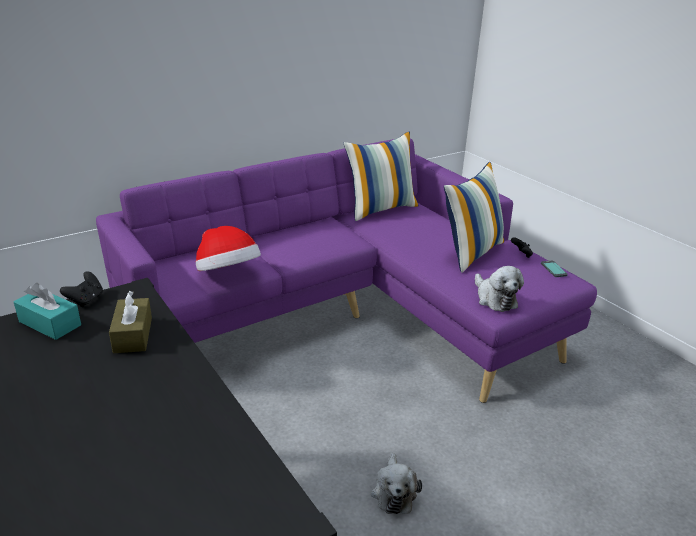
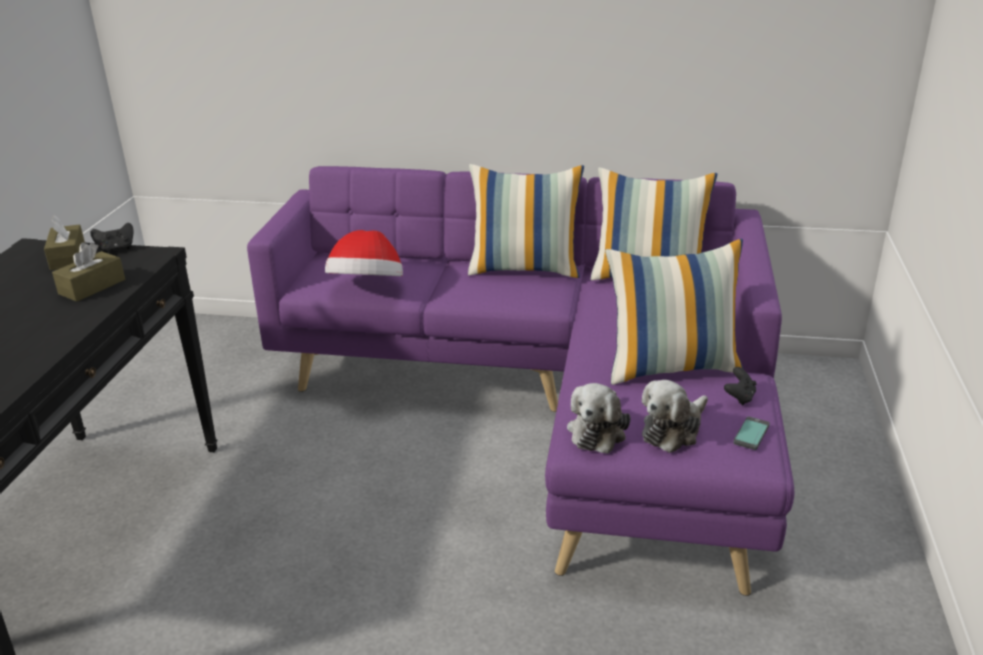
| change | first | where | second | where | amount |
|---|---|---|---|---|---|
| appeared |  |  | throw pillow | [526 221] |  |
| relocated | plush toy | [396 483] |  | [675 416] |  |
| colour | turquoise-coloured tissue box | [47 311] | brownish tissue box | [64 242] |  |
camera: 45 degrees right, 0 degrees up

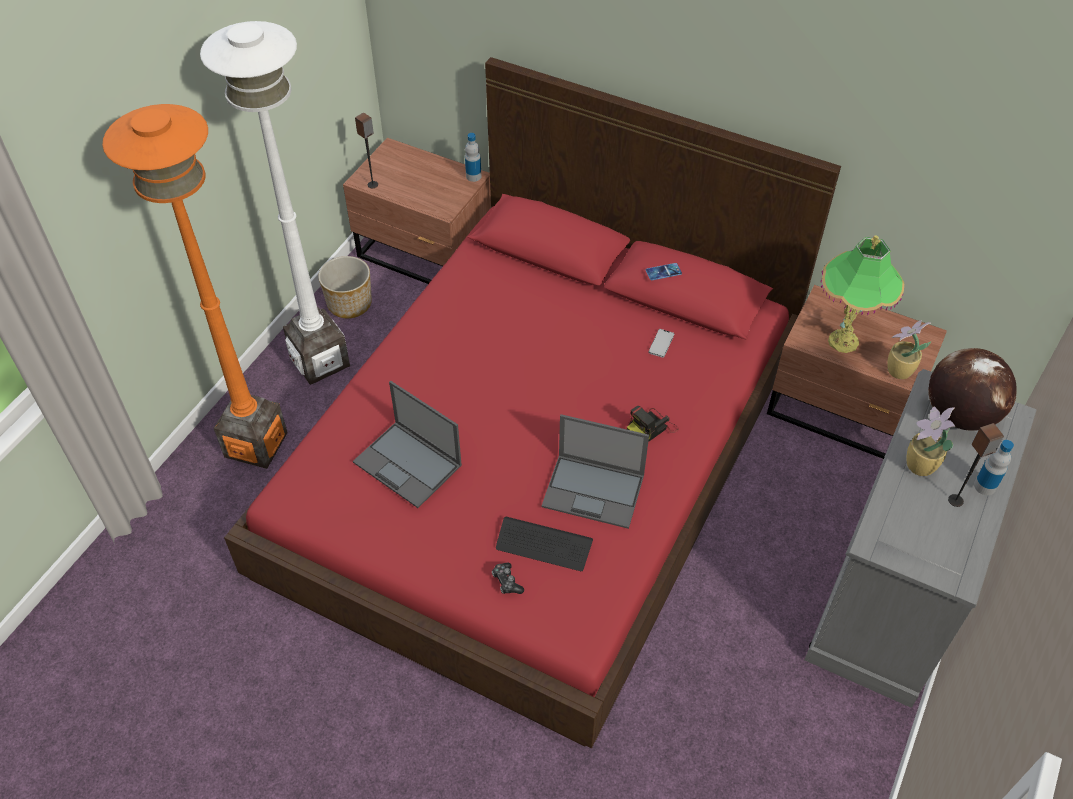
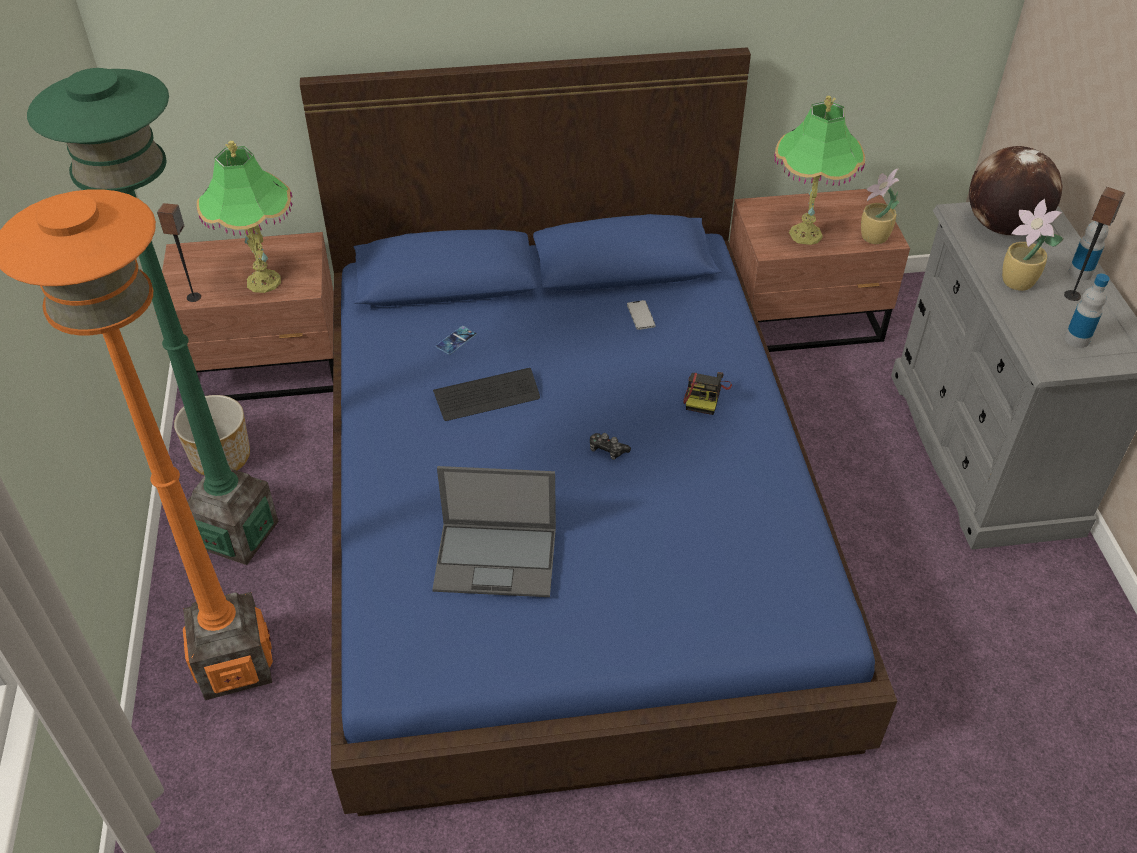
| change | first | where | second | where | amount |
|---|---|---|---|---|---|
| missing | notebook computer | [595 471] |  |  |  |
| appeared |  |  | table lamp | [245 217] |  |
| relocated | drink bottle | [473 157] |  | [1087 311] |  |
| relocated | gamepad | [508 578] |  | [610 446] |  |
| relocated | computer keyboard | [544 544] |  | [486 394] |  |
| relocated | telephone | [663 271] |  | [456 340] |  |
| colour | whitish standard lamp | [275 203] | green-coloured standard lamp | [153 316] |  |
| colour | red sleeping bed | [532 402] | blue-coloured sleeping bed | [598 431] |  |
camera: 35 degrees left, 5 degrees down

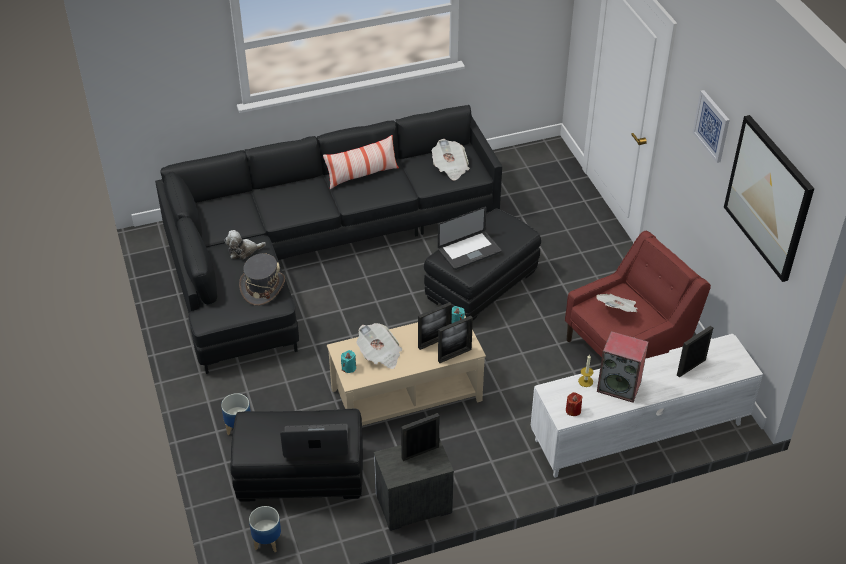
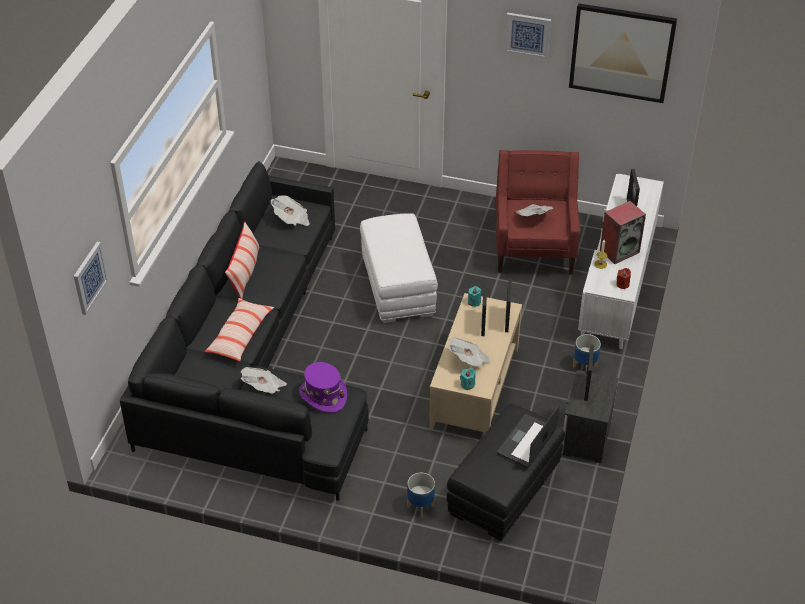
| change | first | where | second | where | amount |
|---|---|---|---|---|---|
| missing | notebook computer | [470 238] |  |  |  |
| appeared |  |  | picture | [91 278] |  |
| appeared |  |  | throw pillow | [239 330] |  |
| relocated | planter | [265 529] |  | [587 353] |  |
| exchanged | plush toy | [245 244] | newspaper | [264 380] |  |
| colour | gray wearable hat | [262 279] | purplish wearable hat | [323 387] |  |
| colour | black footrest | [482 264] | whitish footrest | [399 268] |  |
camera: 55 degrees left, 0 degrees up

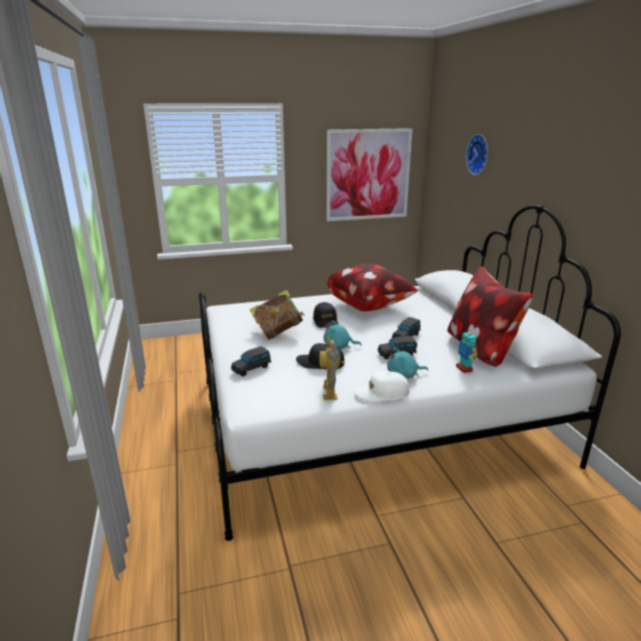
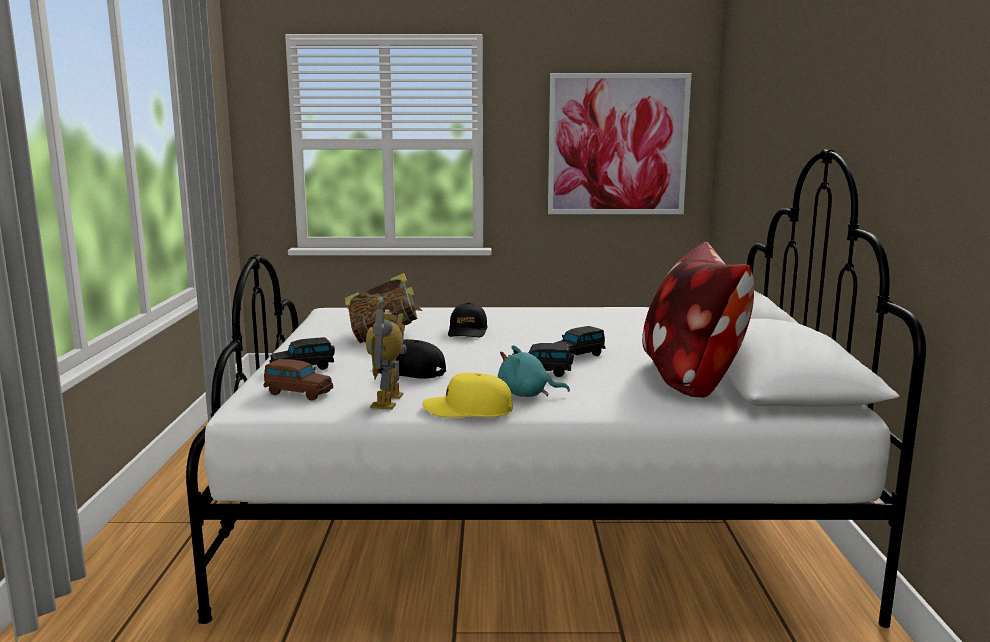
| change | first | where | second | where | amount |
|---|---|---|---|---|---|
| missing | turquoise-coloured plush toy | [343 334] |  |  |  |
| missing | throw pillow | [372 287] |  |  |  |
| missing | robot figure | [466 350] |  |  |  |
| missing | clock on the wall | [477 154] |  |  |  |
| appeared |  |  | brownish toy car | [298 379] |  |
| colour | whitish cap | [382 386] | yellow-coloured cap | [467 395] |  |
camera: 15 degrees right, 10 degrees down

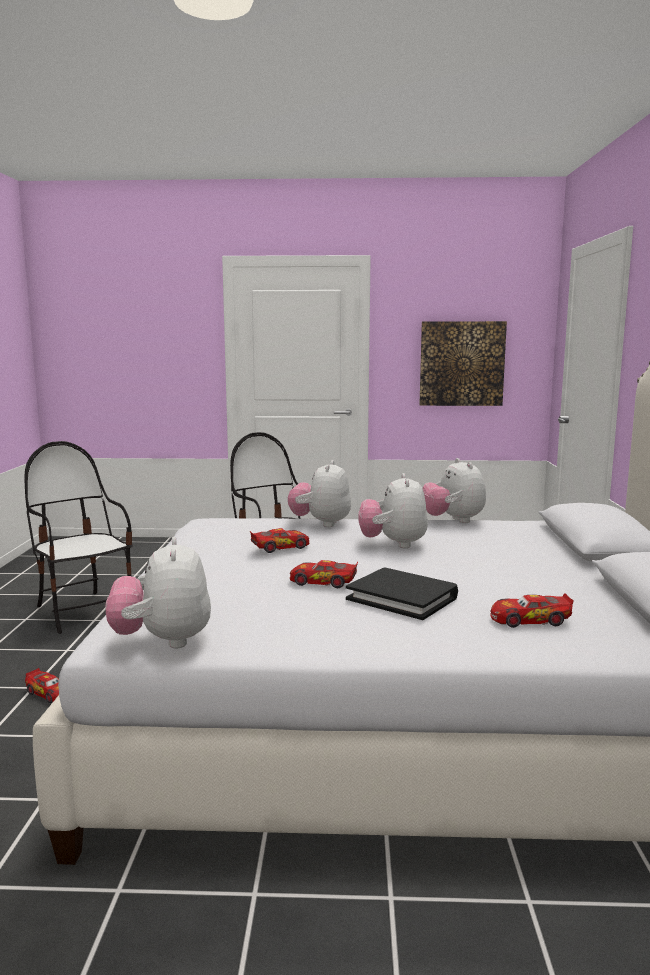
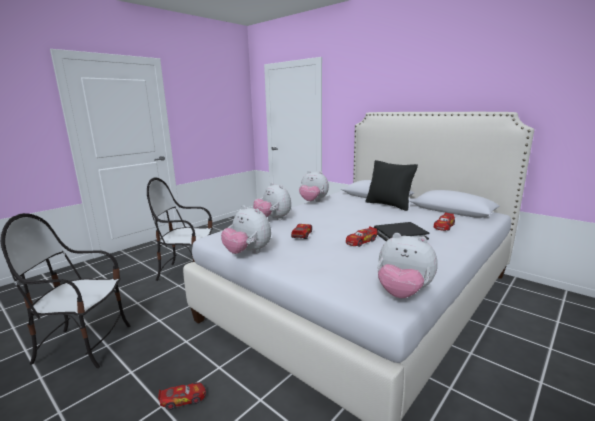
| change | first | where | second | where | amount |
|---|---|---|---|---|---|
| missing | picture | [463 363] |  |  |  |
| appeared |  |  | black throw pillow | [391 185] |  |
| relocated | plush toy | [393 510] |  | [246 229] |  |
camera: 50 degrees left, 5 degrees up

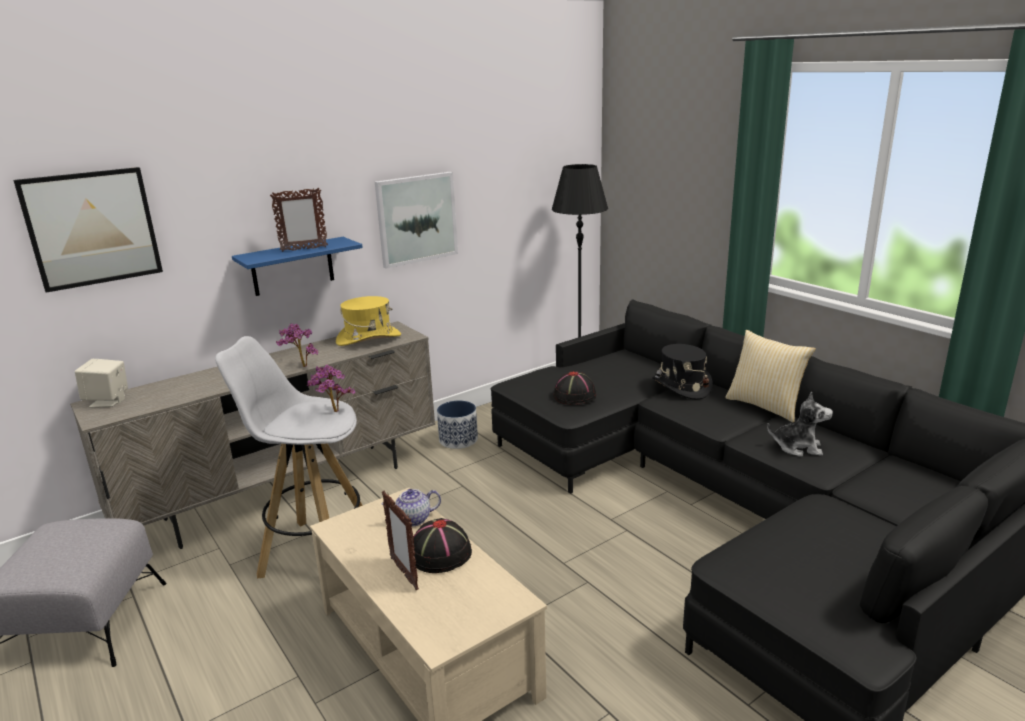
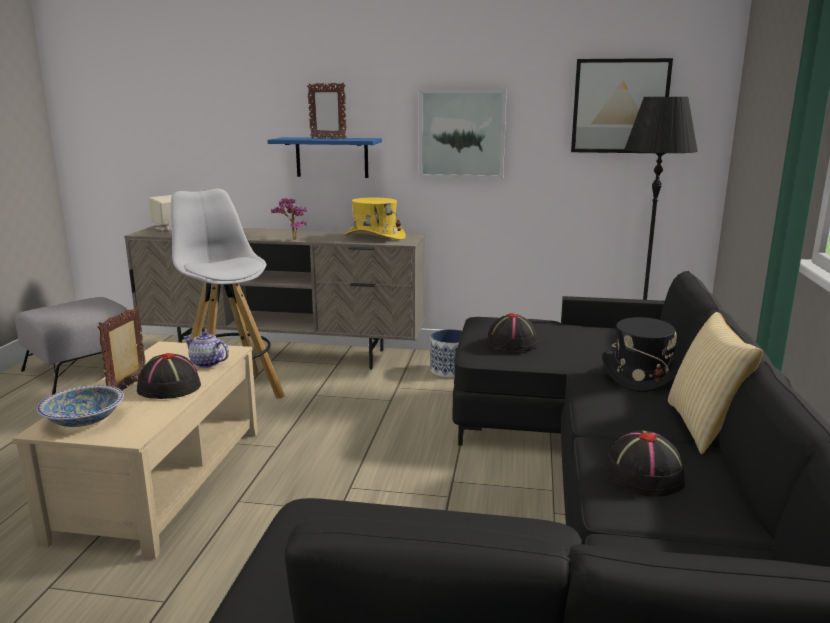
| change | first | where | second | where | amount |
|---|---|---|---|---|---|
| missing | plant in a pot | [331 388] |  |  |  |
| appeared |  |  | serving bowl | [80 406] |  |
| relocated | picture | [88 230] |  | [622 105] |  |
| exchanged | plush toy | [800 424] | black wearable hat | [644 463] |  |
camera: 45 degrees right, 5 degrees down

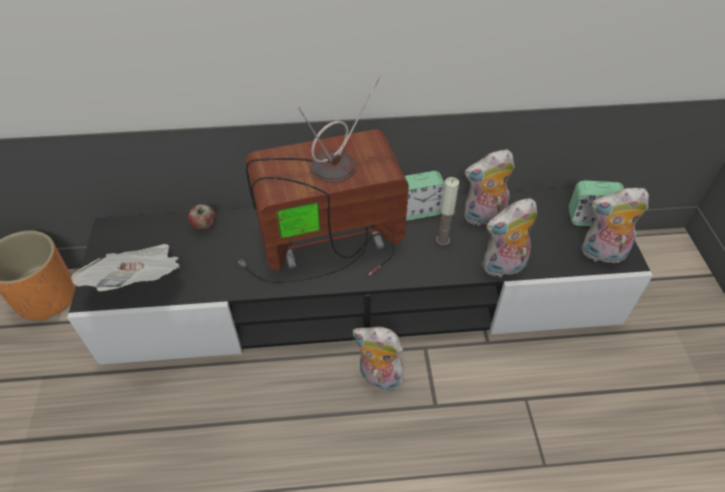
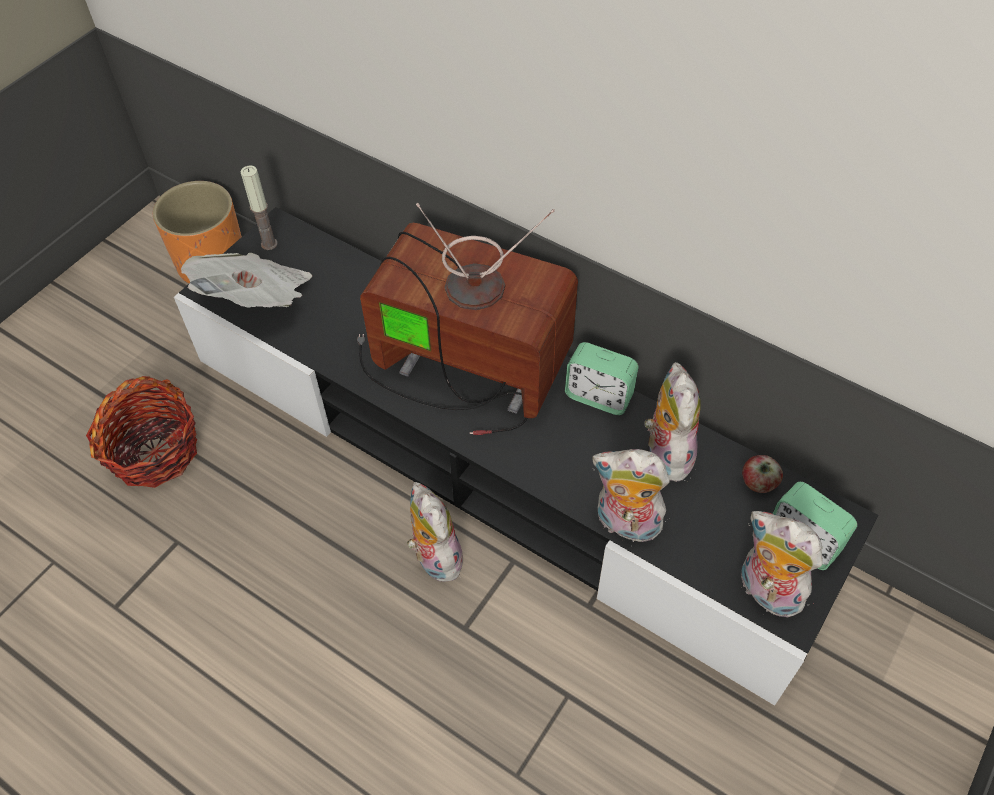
| change | first | where | second | where | amount |
|---|---|---|---|---|---|
| appeared |  |  | storage basket | [141 432] |  |
| relocated | apple fruit | [202 217] |  | [762 474] |  |
| relocated | wax light | [447 211] |  | [259 208] |  |
| spun | plush toy | [489 187] |  | [673 422] | 60 degrees clockwise |
camera: 40 degrees right, 5 degrees up

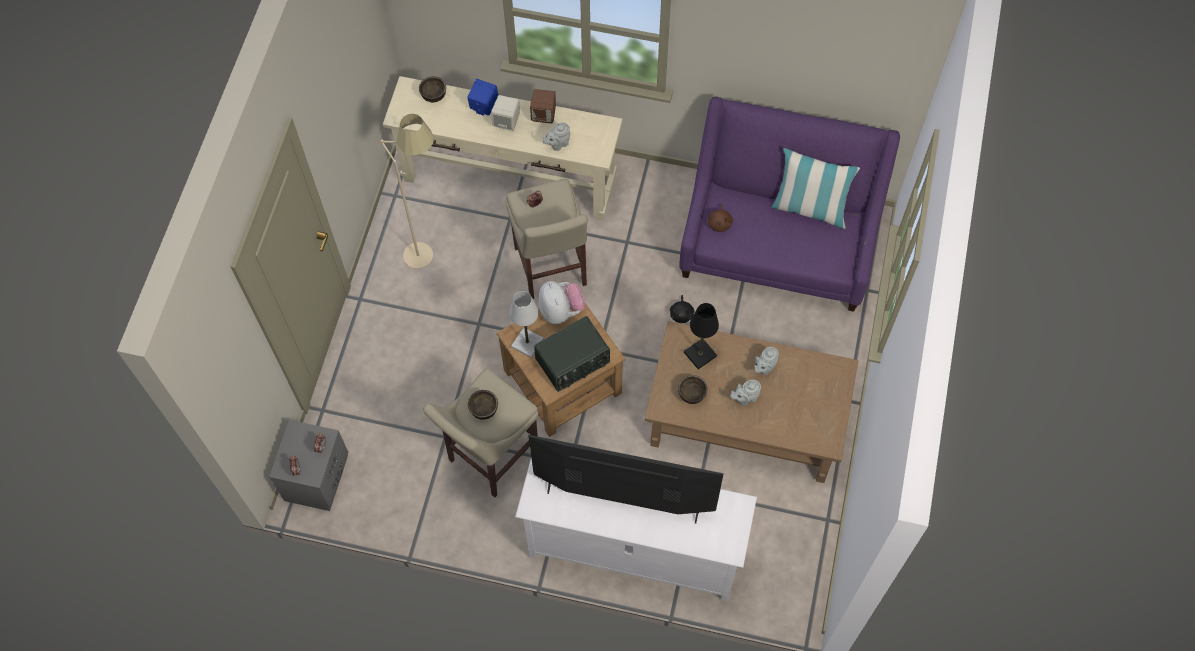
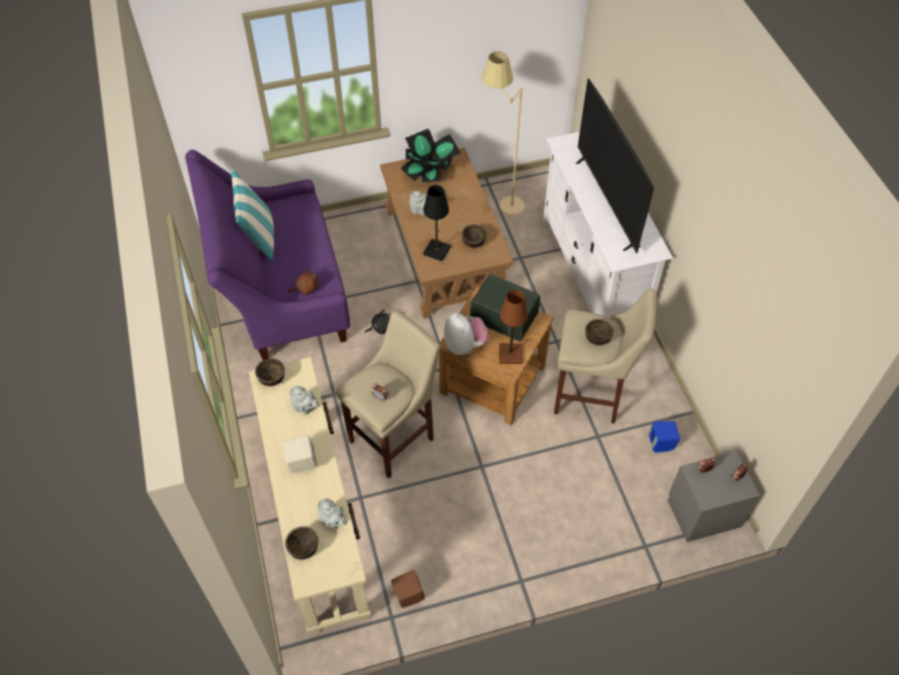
| change | first | where | second | where | amount |
|---|---|---|---|---|---|
| appeared |  |  | brownish serving bowl | [270 372] |  |
| appeared |  |  | plant in a pot | [431 156] |  |
| relocated | sand-coloured standard lamp | [407 191] |  | [503 133] |  |
| relocated | blue-coloured speaker | [482 97] |  | [664 437] |  |
| relocated | brownish speaker | [543 106] |  | [408 589] |  |
| relocated | gray pot for tea | [745 393] |  | [332 514] |  |
| colour | whitish table lamp | [526 324] | brownish table lamp | [513 327] |  |
| spun | plush toy | [562 302] |  | [466 334] | 120 degrees clockwise |
camera: 120 degrees left, 10 degrees down

